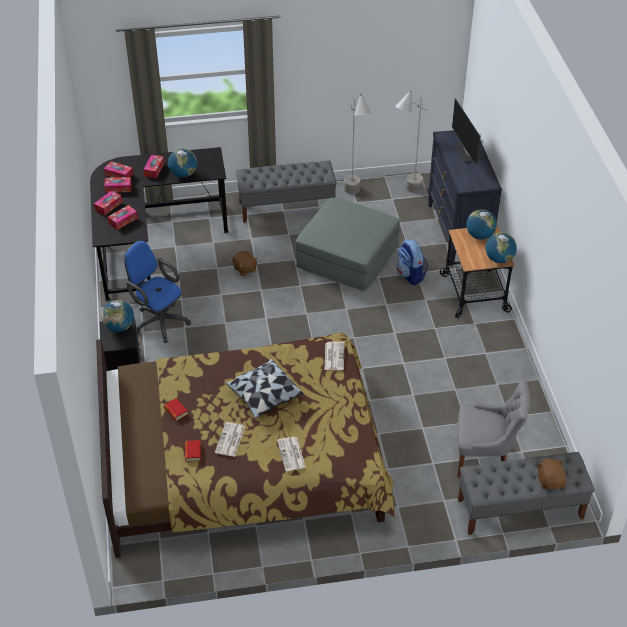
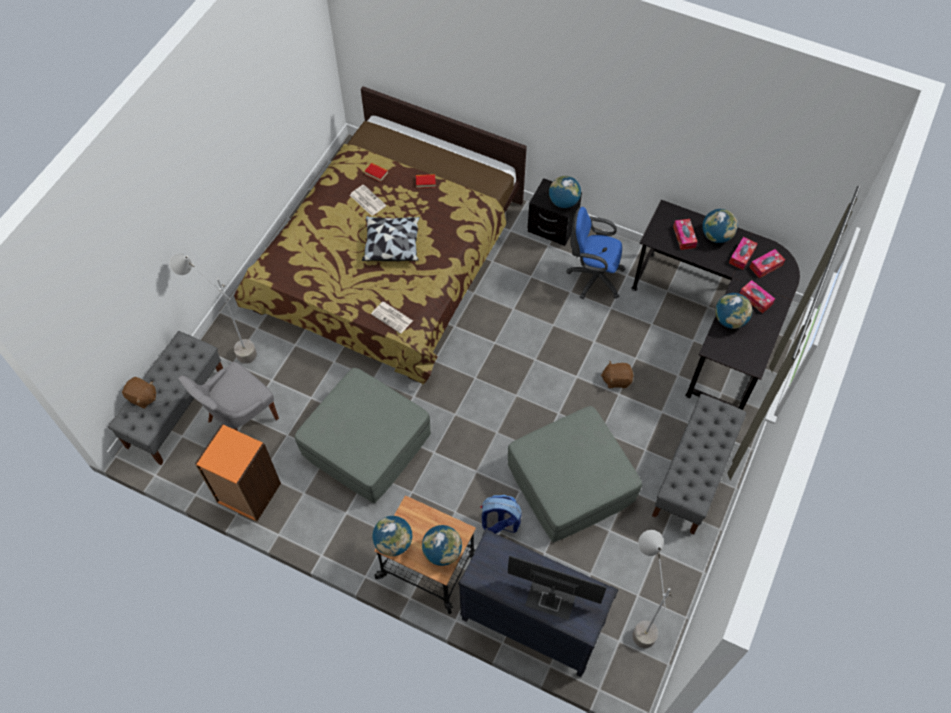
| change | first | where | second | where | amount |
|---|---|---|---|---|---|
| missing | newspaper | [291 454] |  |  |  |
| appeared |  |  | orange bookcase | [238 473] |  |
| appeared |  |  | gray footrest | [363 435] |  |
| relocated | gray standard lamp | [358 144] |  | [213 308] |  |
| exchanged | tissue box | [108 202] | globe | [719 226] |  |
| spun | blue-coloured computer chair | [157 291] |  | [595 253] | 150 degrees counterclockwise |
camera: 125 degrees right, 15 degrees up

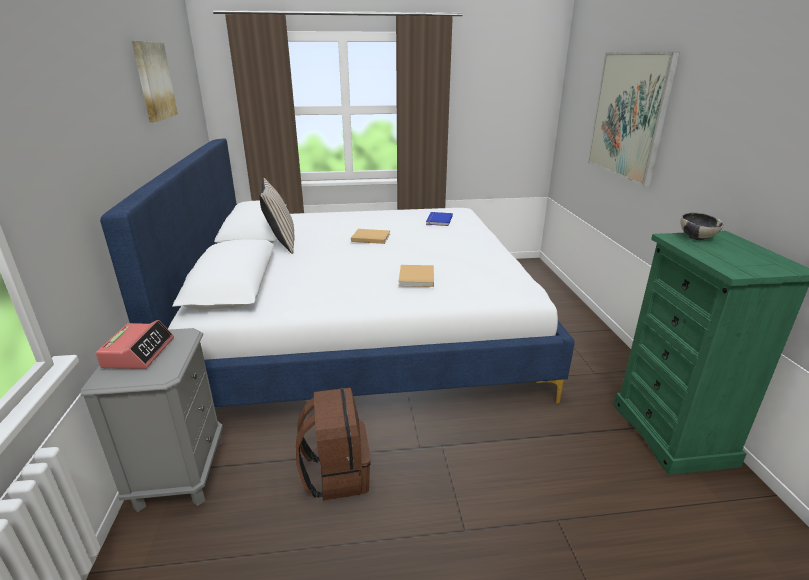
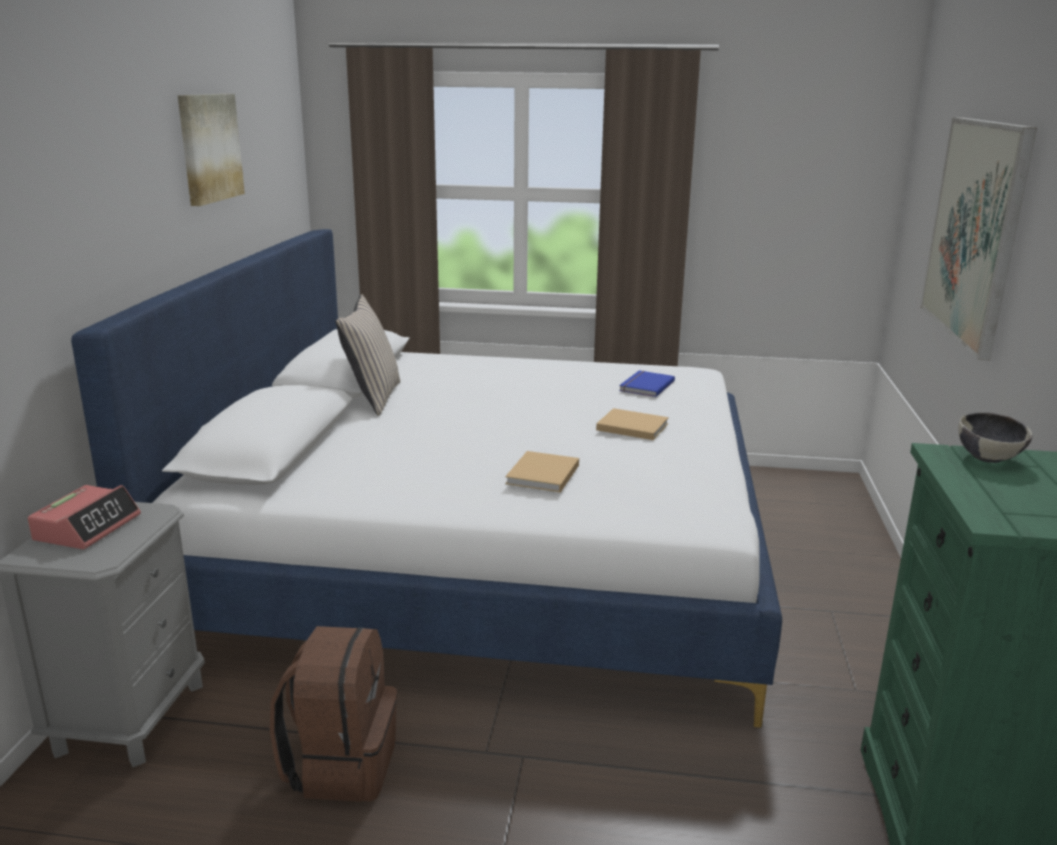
| change | first | where | second | where | amount |
|---|---|---|---|---|---|
| relocated | sand-coloured volume | [370 236] |  | [632 424] |  |
camera: 15 degrees right, 5 degrees down

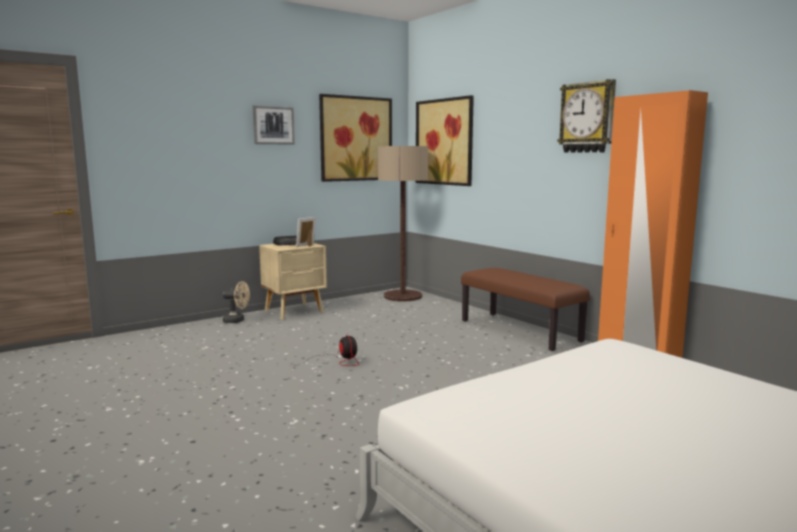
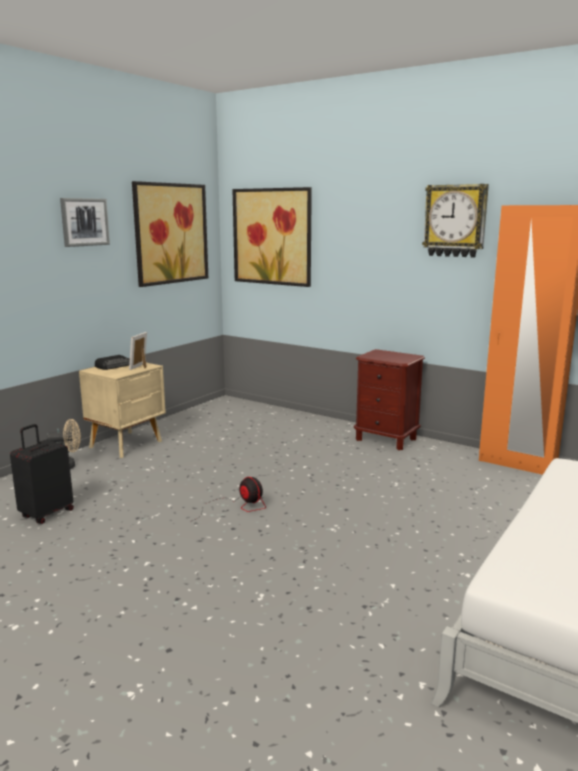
| change | first | where | second | where | amount |
|---|---|---|---|---|---|
| missing | standard lamp | [403 224] |  |  |  |
| appeared |  |  | black travel case | [42 474] |  |
| exchanged | brownish indoor bench | [525 309] | brownish bedside table | [389 399] |  |
camera: 20 degrees left, 5 degrees up

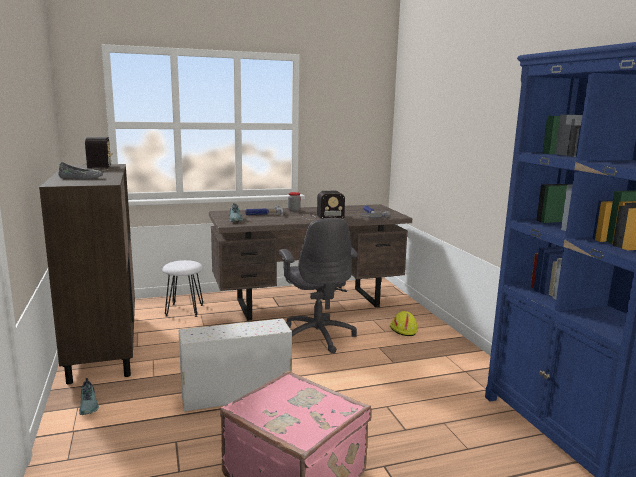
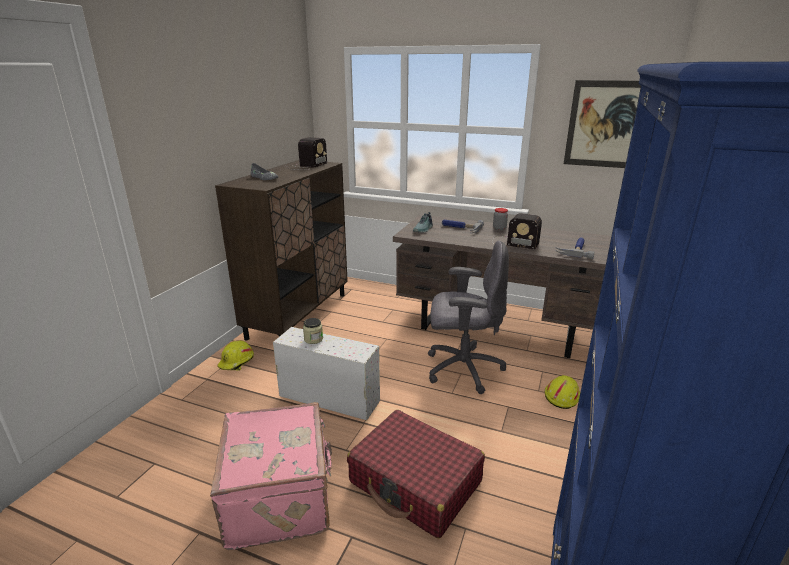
| change | first | where | second | where | amount |
|---|---|---|---|---|---|
| missing | whitish stool seat | [182 288] |  |  |  |
| appeared |  |  | jar | [313 331] |  |
| appeared |  |  | red travel case | [416 474] |  |
| appeared |  |  | picture | [602 124] |  |
| exchanged | shoe | [89 396] | yellow-coloured hard hat | [235 355] |  |
| spun | gray computer chair | [318 286] |  | [468 317] | 105 degrees counterclockwise |
camera: 40 degrees right, 10 degrees up

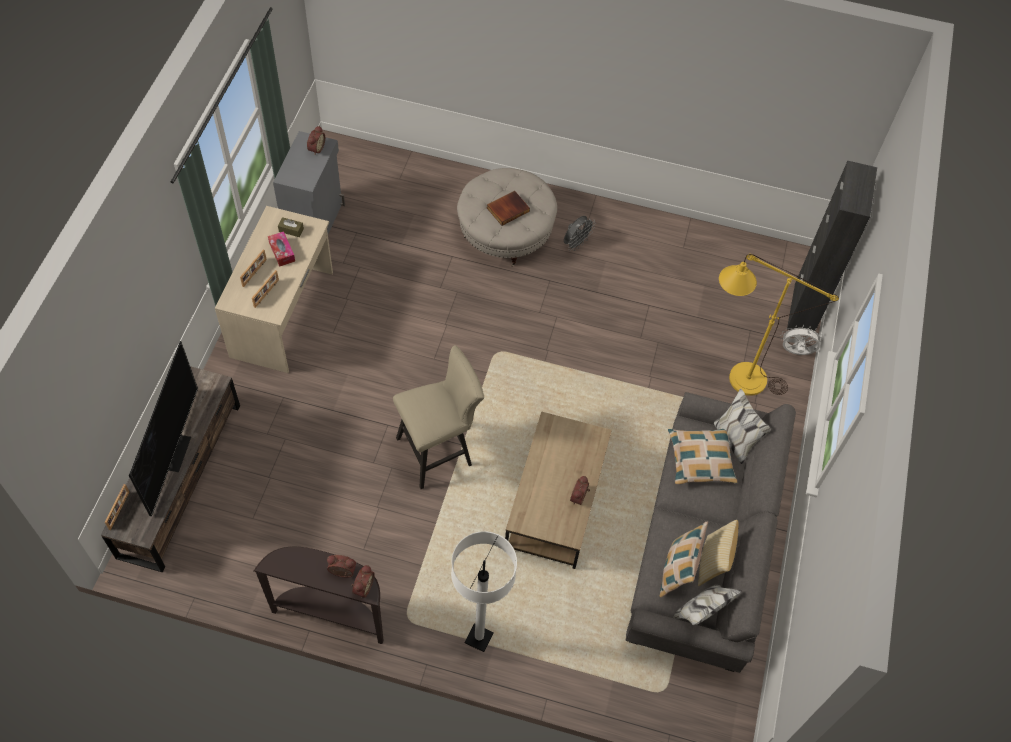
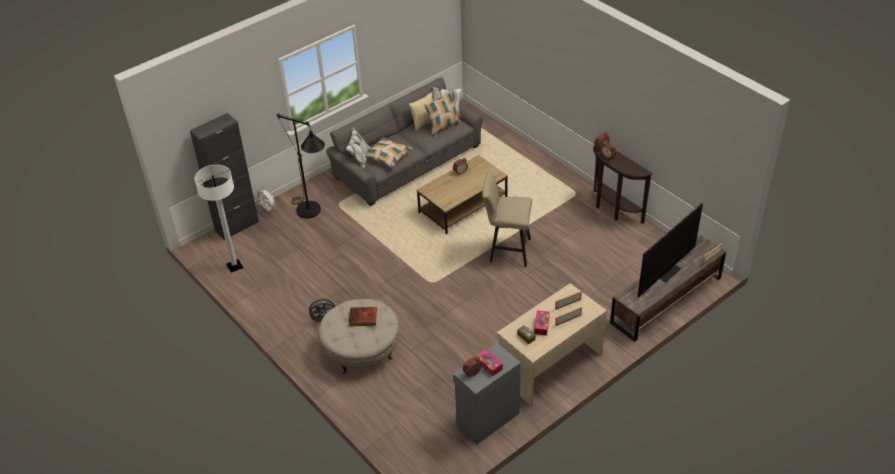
| change | first | where | second | where | amount |
|---|---|---|---|---|---|
| appeared |  |  | tissue box | [489 363] |  |
| relocated | whitish standard lamp | [484 591] |  | [219 219] |  |
| colour | yellow-coloured standard lamp | [779 325] | black standard lamp | [301 166] |  |
camera: 140 degrees left, 15 degrees down

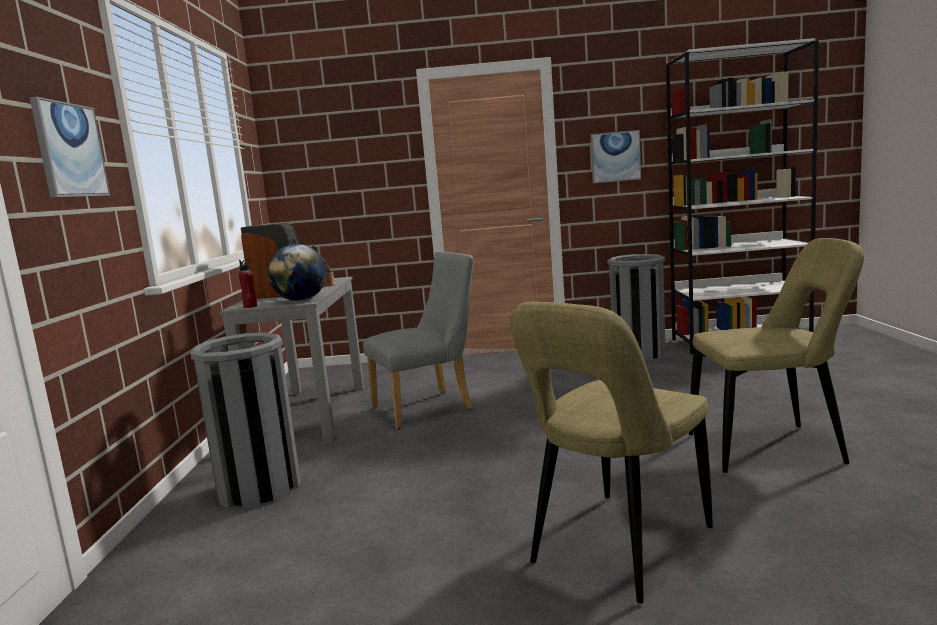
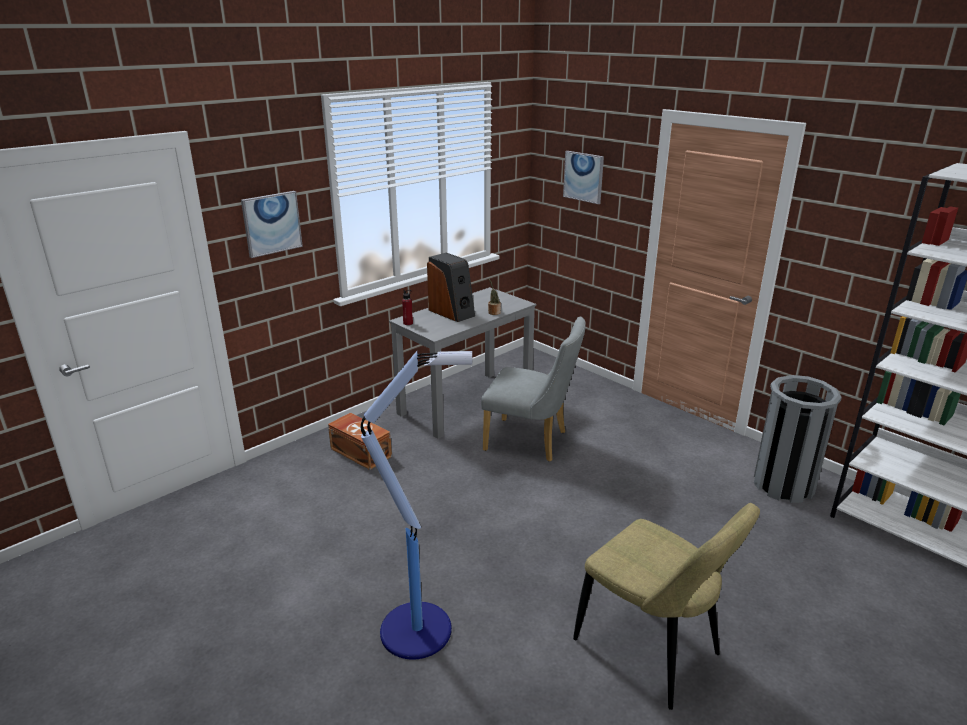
| change | first | where | second | where | amount |
|---|---|---|---|---|---|
| missing | globe | [297 272] |  |  |  |
| relocated | picture | [616 156] |  | [583 177] |  |
| exchanged | gray waste bin | [245 420] | brownish storage container | [360 441] |  |
| exchanged | sand-coloured plain chair | [611 453] | standard lamp | [416 505] |  |
camera: 45 degrees right, 15 degrees up

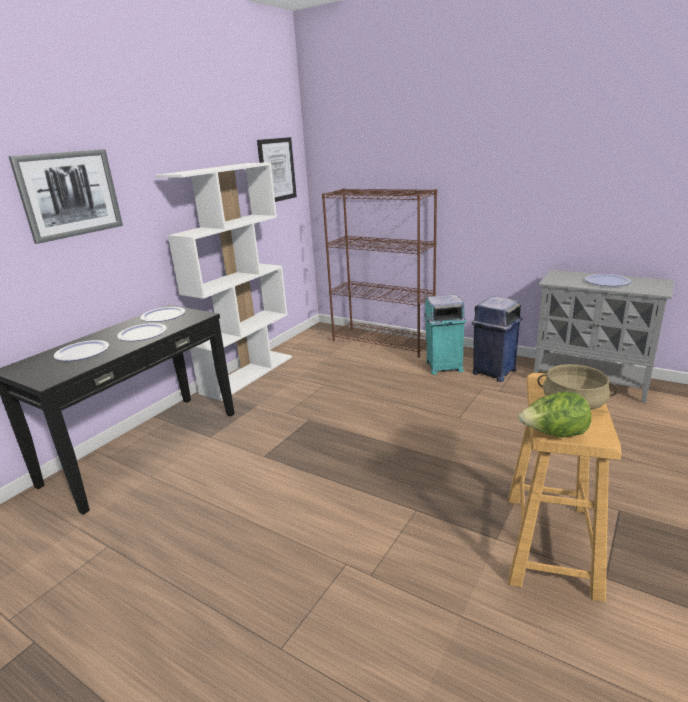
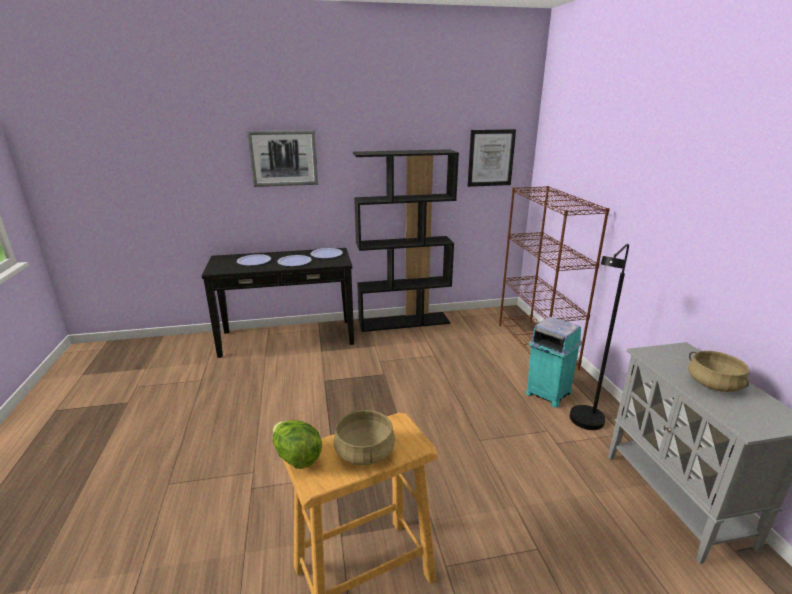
| change | first | where | second | where | amount |
|---|---|---|---|---|---|
| exchanged | blue-coloured waste bin | [497 339] | black standard lamp | [599 337] |  |
| exchanged | flat dish | [608 280] | sand-coloured saucepot | [719 371] |  |
| colour | whitish bookcase | [224 281] | black bookcase | [406 240] |  |
camera: 45 degrees right, 0 degrees up

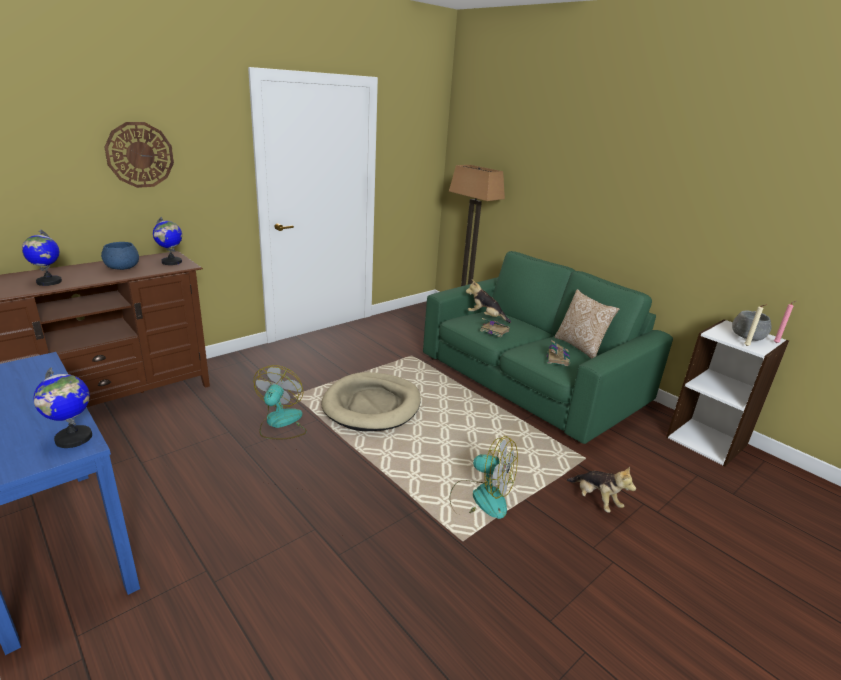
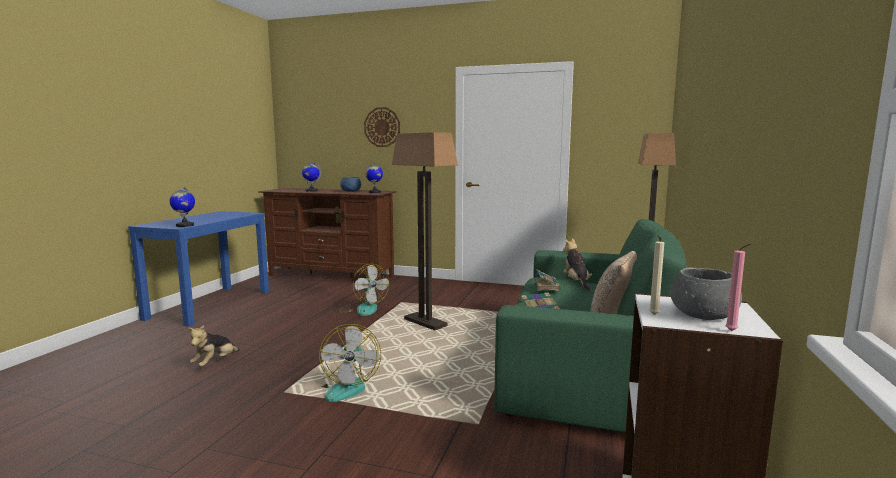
| change | first | where | second | where | amount |
|---|---|---|---|---|---|
| relocated | plush toy | [601 489] |  | [213 346] |  |
| exchanged | sand-coloured dog bed | [371 401] | standard lamp | [425 231] |  |
| spun | electric fan | [280 402] |  | [364 290] | 75 degrees clockwise |
camera: 60 degrees right, 15 degrees down

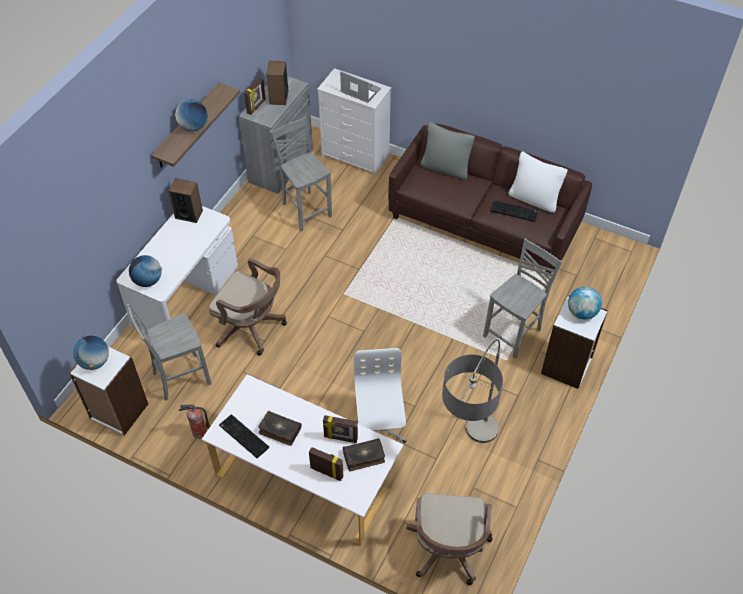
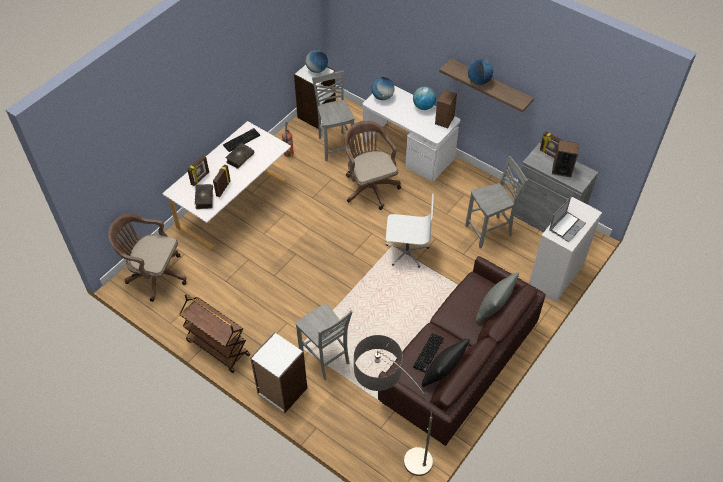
| change | first | where | second | where | amount |
|---|---|---|---|---|---|
| appeared |  |  | brownish cart | [214 333] |  |
| relocated | whitish computer chair | [380 395] |  | [410 231] |  |
| relocated | standard lamp | [472 391] |  | [393 405] |  |
| relocated | globe | [585 302] |  | [424 98] |  |
| colour | whitish throw pillow | [538 182] | black throw pillow | [446 363] |  |
| spun | brownish computer chair | [248 307] |  | [373 165] | 120 degrees clockwise |
camera: 100 degrees right, 0 degrees up

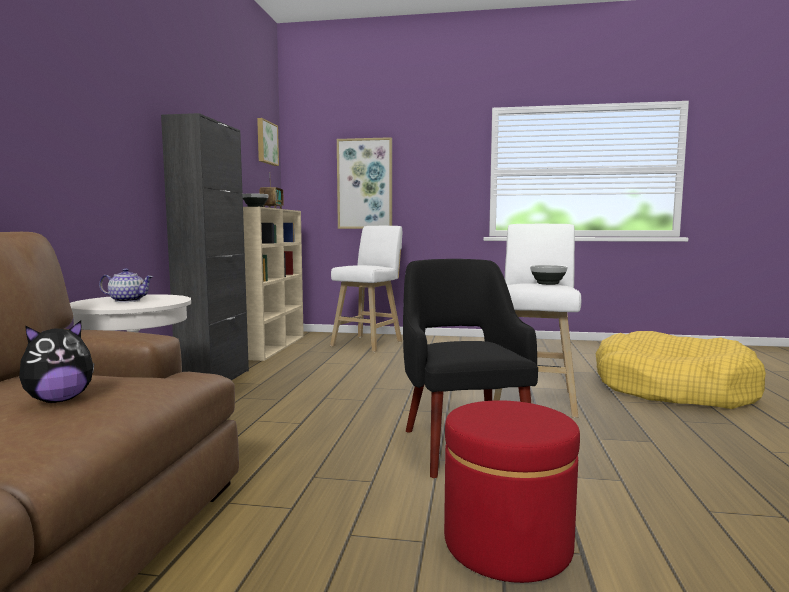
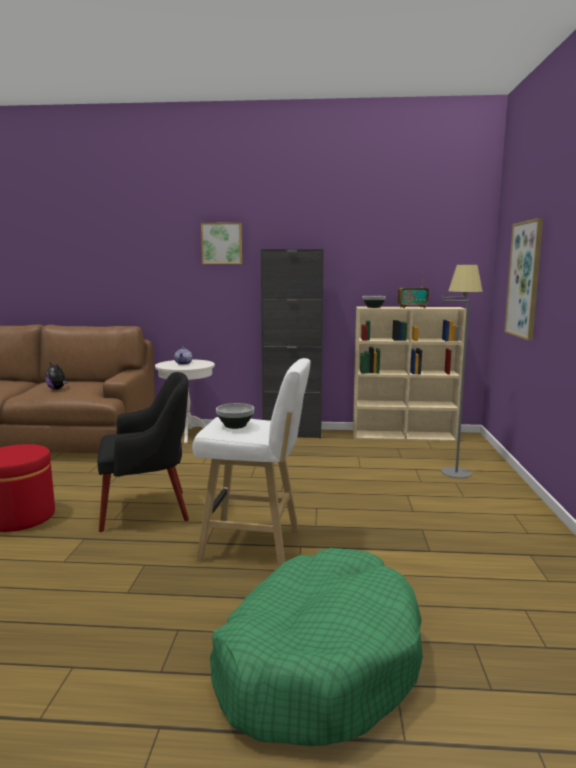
| change | first | where | second | where | amount |
|---|---|---|---|---|---|
| relocated | picture | [268 142] |  | [221 243] |  |
| exchanged | whitish stool seat | [366 289] | gray standard lamp | [462 371] |  |
| colour | yellow-coloured dog bed | [681 370] | green-coloured dog bed | [316 647] |  |
camera: 85 degrees right, 5 degrees up

